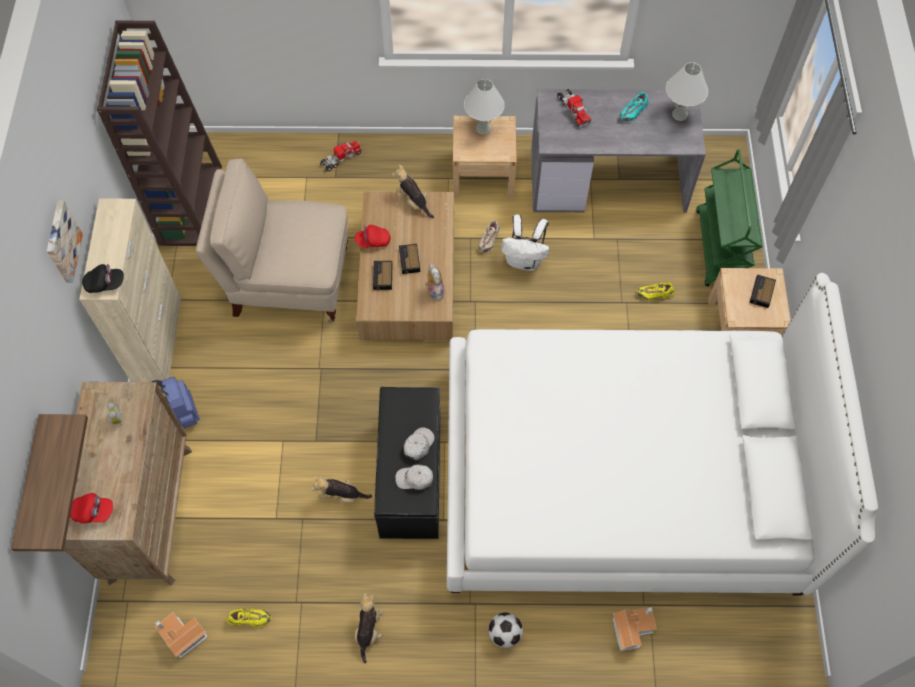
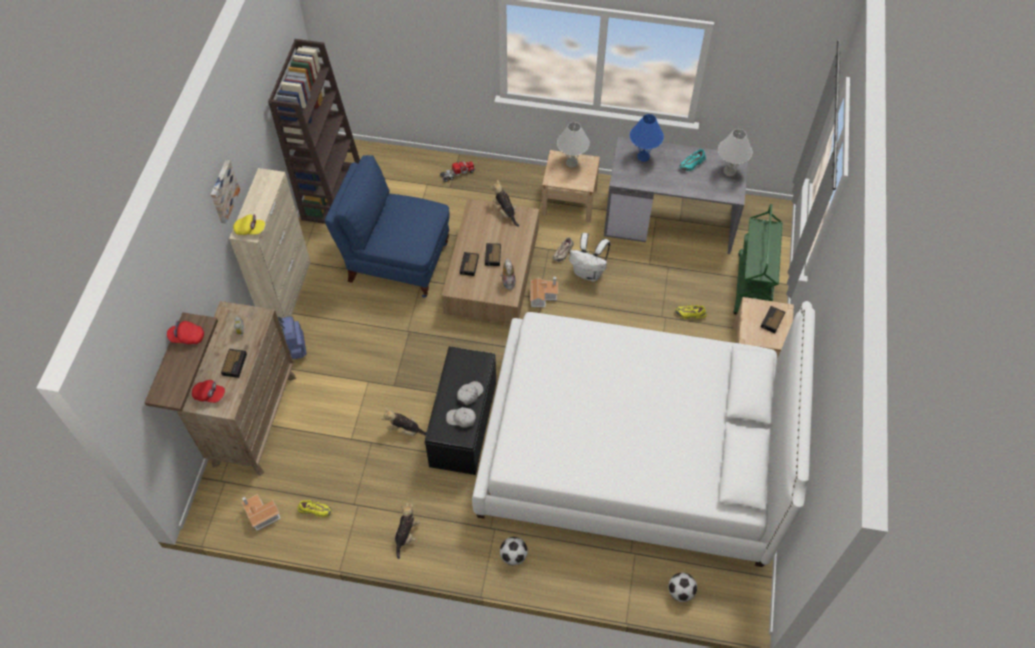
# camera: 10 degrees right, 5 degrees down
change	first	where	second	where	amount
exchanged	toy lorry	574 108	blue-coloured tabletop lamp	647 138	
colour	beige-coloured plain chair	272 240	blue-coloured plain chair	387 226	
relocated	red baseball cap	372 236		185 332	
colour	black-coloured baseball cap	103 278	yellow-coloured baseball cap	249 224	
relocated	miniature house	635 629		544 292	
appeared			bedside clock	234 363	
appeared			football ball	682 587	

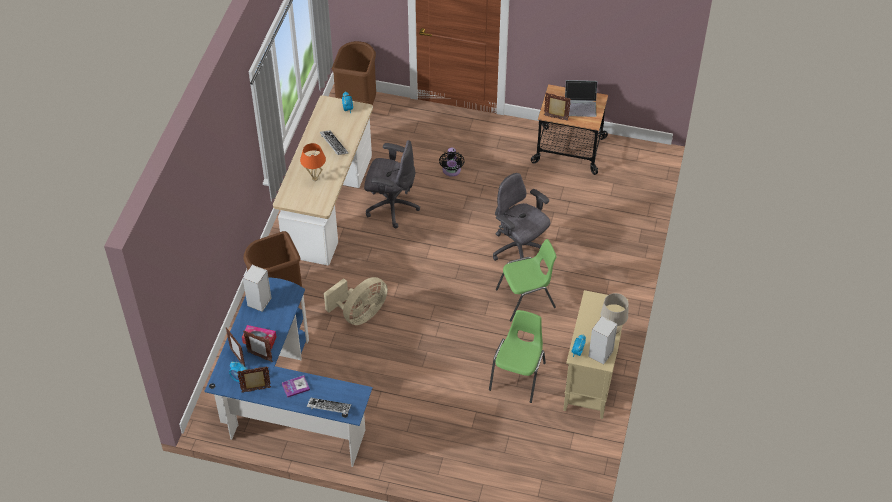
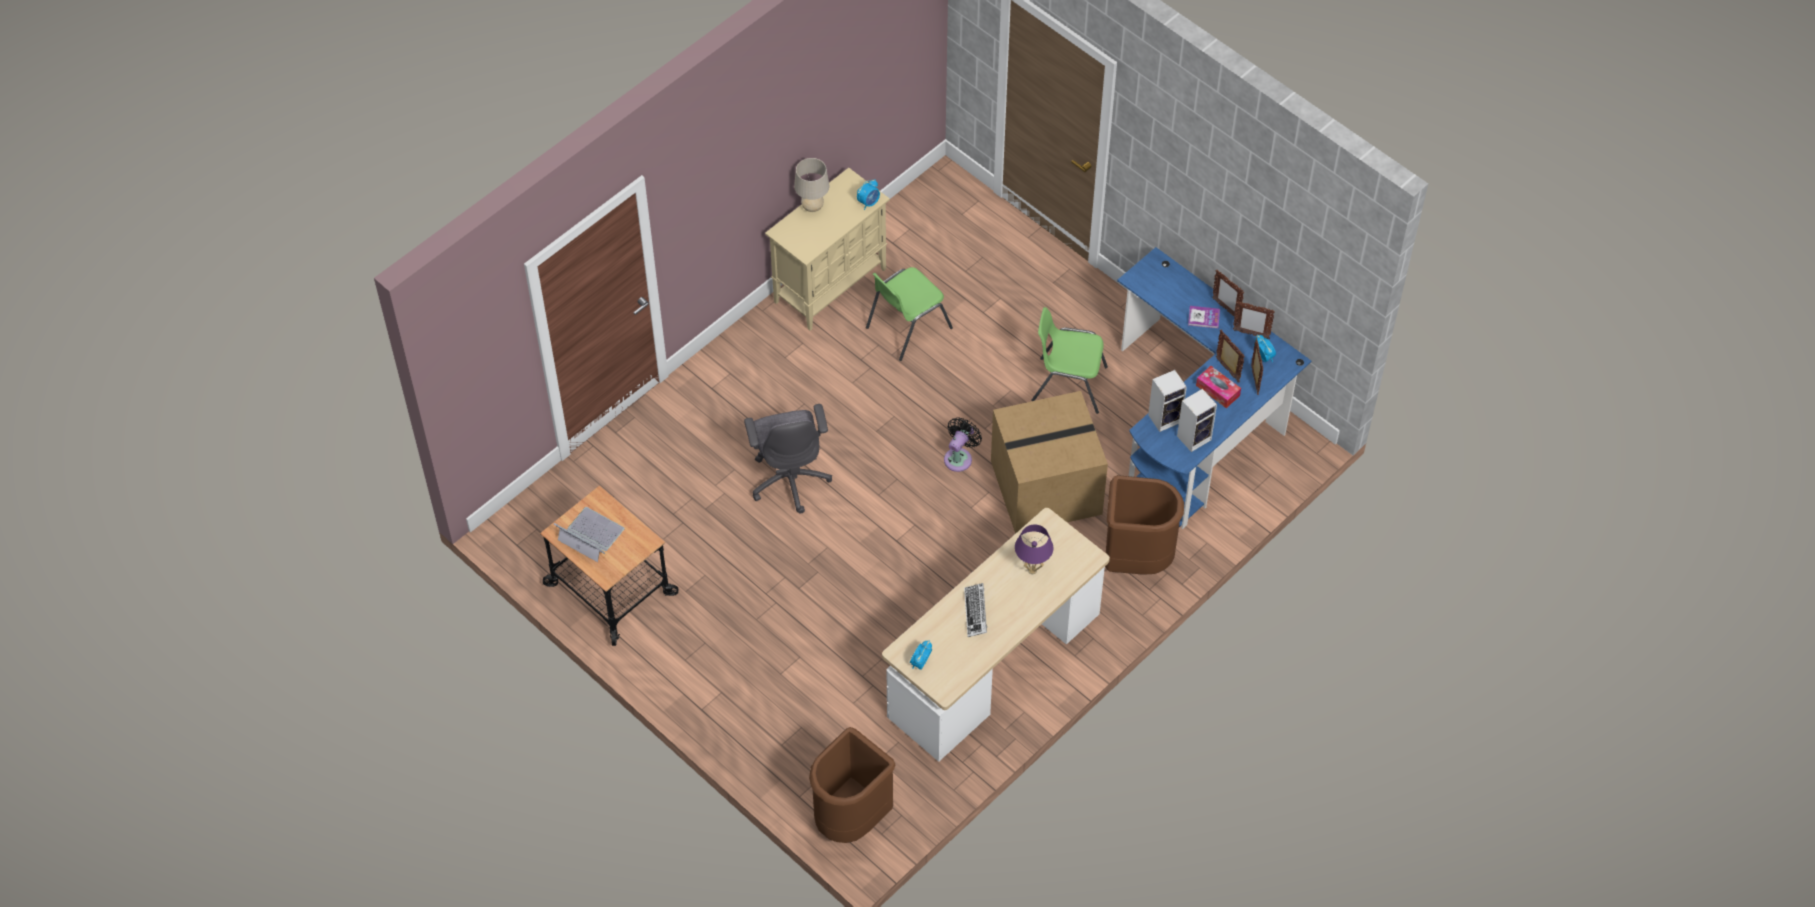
# camera: 150 degrees left, 5 degrees up
change	first	where	second	where	amount
relocated	photo frame	557 106		1228 293	
missing	grey office chair	392 184			
colour	orange tabletop lamp	313 162	purple-coloured tabletop lamp	1034 549	
relocated	black-coloured cooling fan	451 162		963 444	
relocated	green-coloured plain chair	526 280		1069 360	
exchanged	beige-coloured cooling fan	356 301	cardboard box	1049 462	
relocated	audio speaker	602 340		1167 401	
missing	keyboard	329 406			

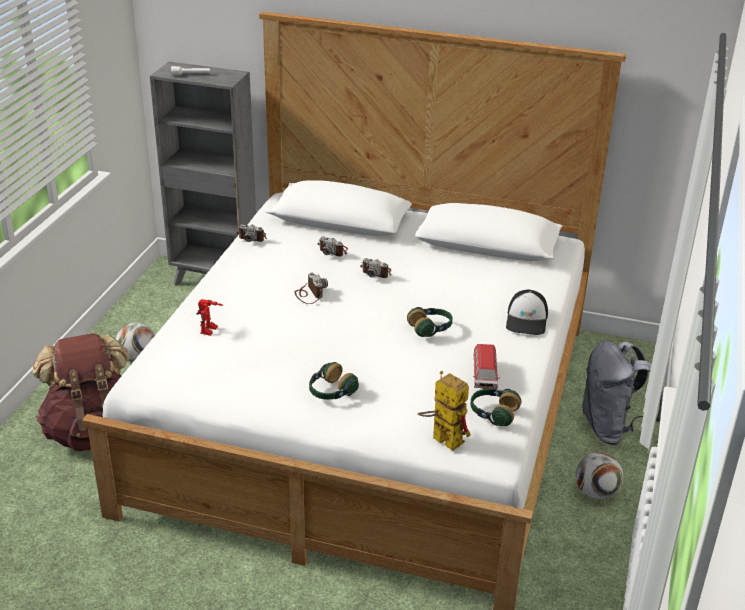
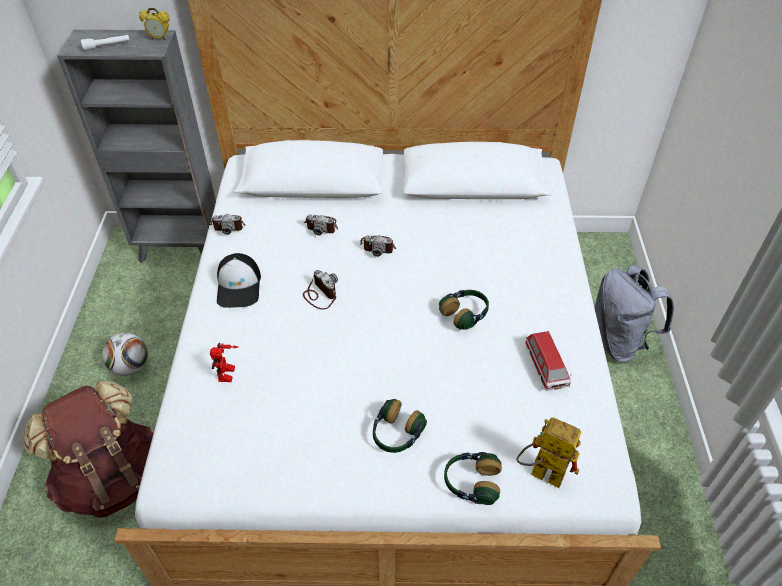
# camera: 15 degrees left, 15 degrees up
change	first	where	second	where	amount
relocated	baseball cap	527 312		239 280	
relocated	headphones	496 407		473 478	
missing	football ball	599 475			
appeared			bedside clock	154 24	

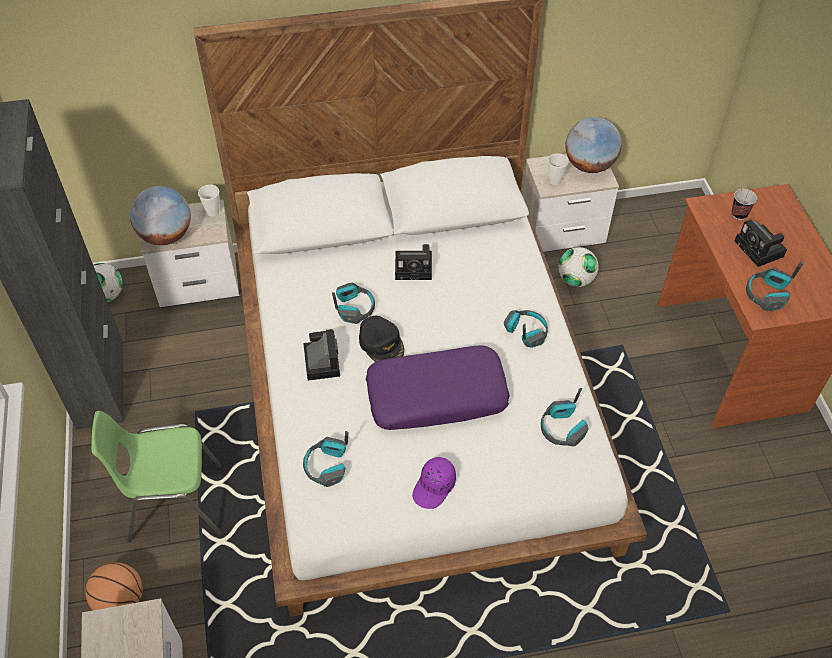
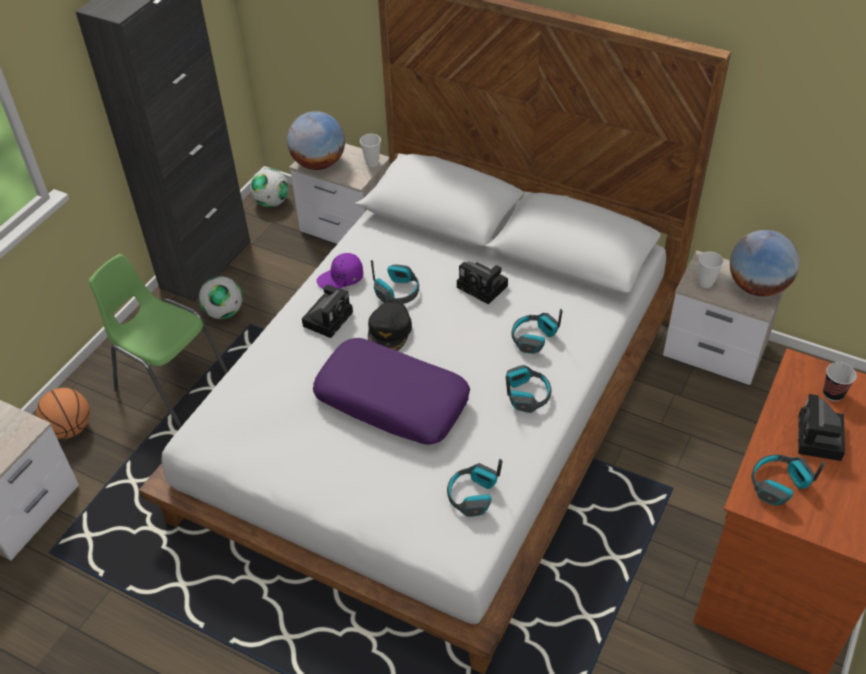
# camera: 40 degrees right, 5 degrees down
change	first	where	second	where	amount
relocated	football ball	578 267		221 297	
relocated	headphones	326 459		537 331	
relocated	purple-coloured baseball cap	434 483		340 271	

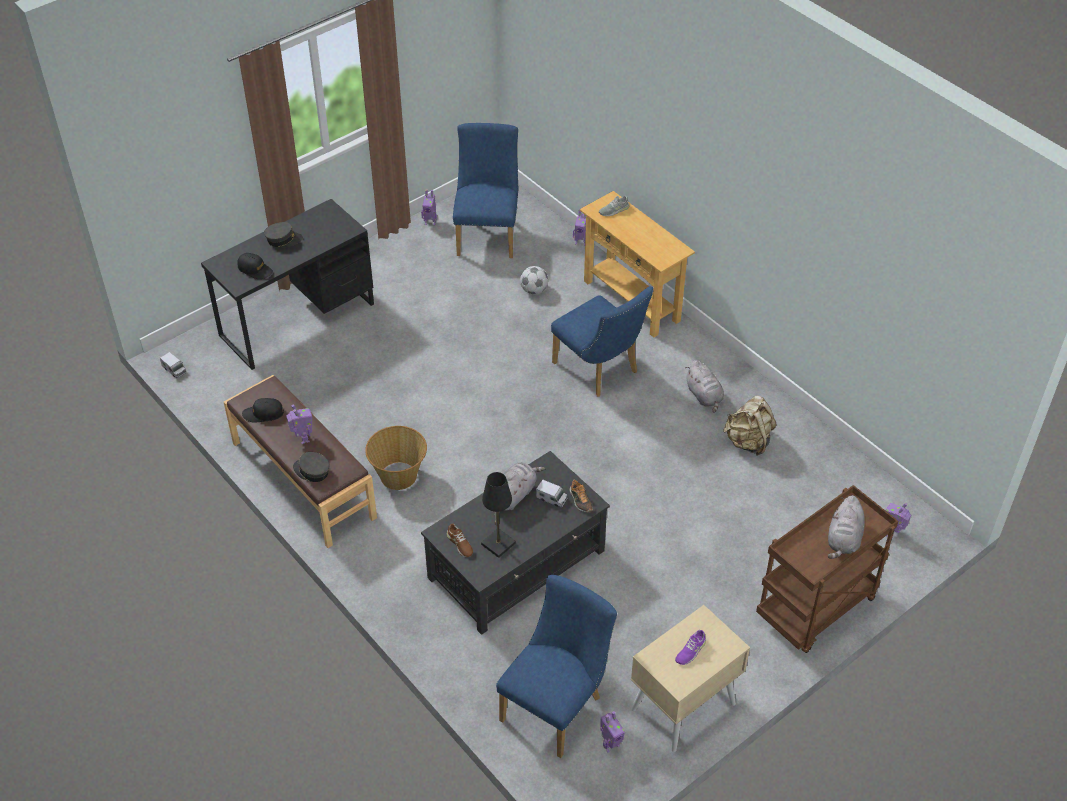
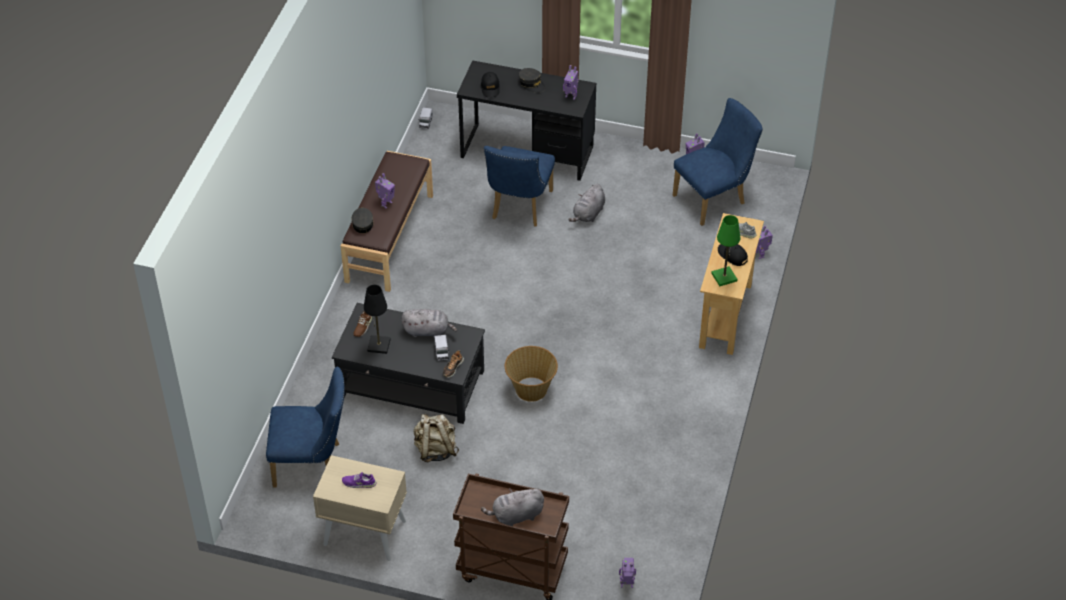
# camera: 55 degrees right, 0 degrees up
change	first	where	second	where	amount
missing	football ball	534 280			
relocated	blue-coloured plain chair	602 341		519 186	
relocated	grey plush toy	704 386		586 203	
relocated	beige-coloured backpack	749 426		436 438	
relocated	black-coloured baseball cap	263 410		733 255	
relocated	basket	396 458		531 374	
relocated	toy robot	612 731		571 82	
appeared			green-coloured tabletop lamp	725 250	

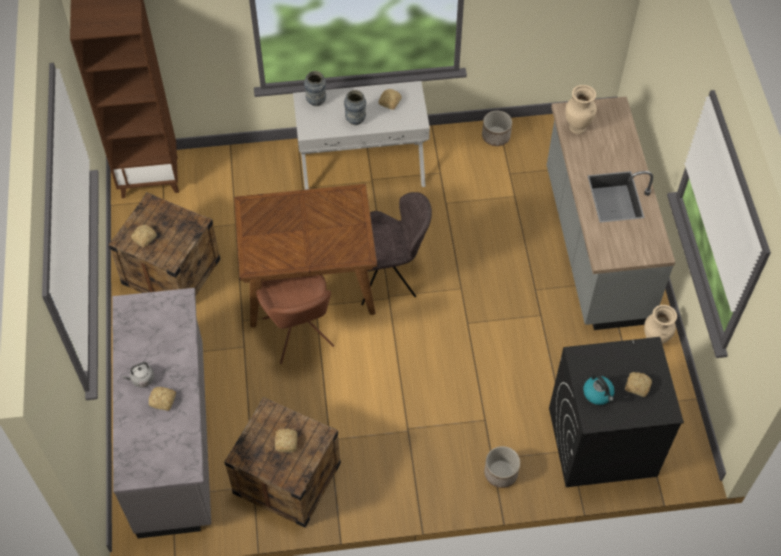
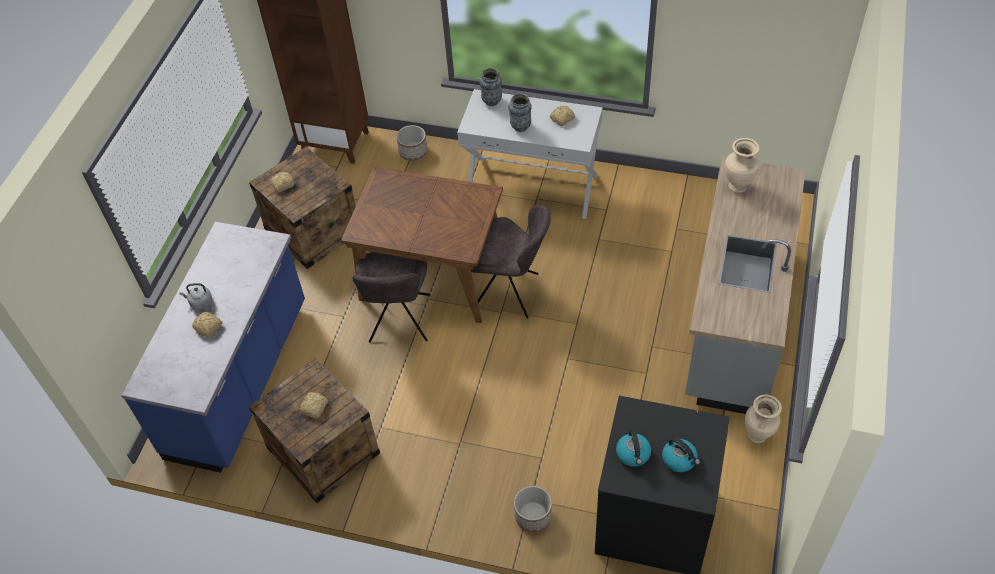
# camera: 25 degrees right, 5 degrees down
change	first	where	second	where	amount
relocated	plant pot	497 128		411 143	
colour	brown plain chair	295 319	grey plain chair	391 297	
colour	grey kitchen base unit	161 413	blue-coloured kitchen base unit	213 347	
exchanged	bread	638 384	kettle	681 454	

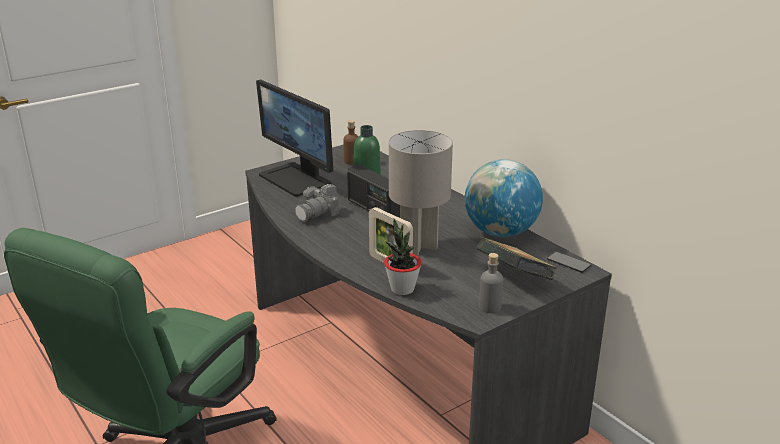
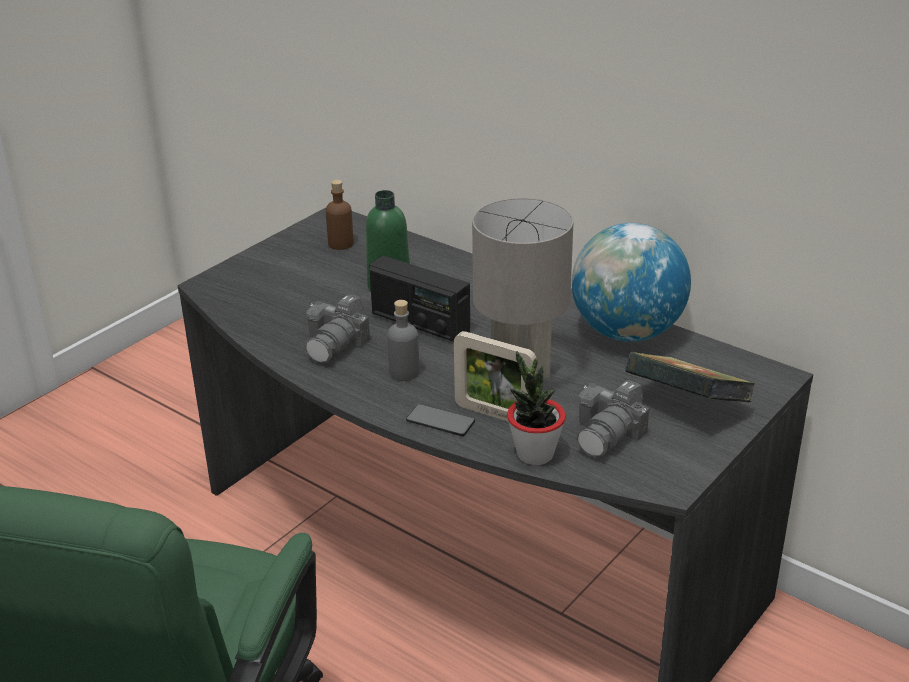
# camera: 15 degrees left, 5 degrees up
change	first	where	second	where	amount
missing	monitor	294 138			
relocated	phone	569 262		440 420	
relocated	grey bottle	491 283		403 340	
appeared			still camera	613 418	

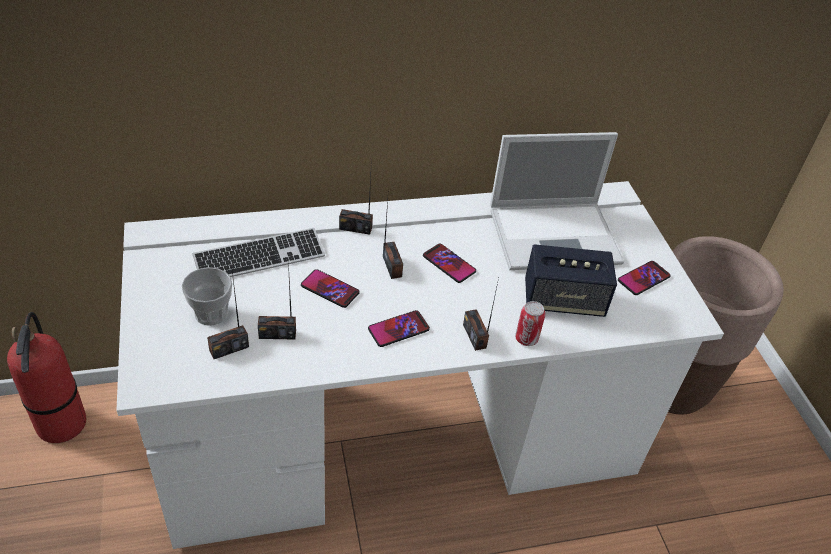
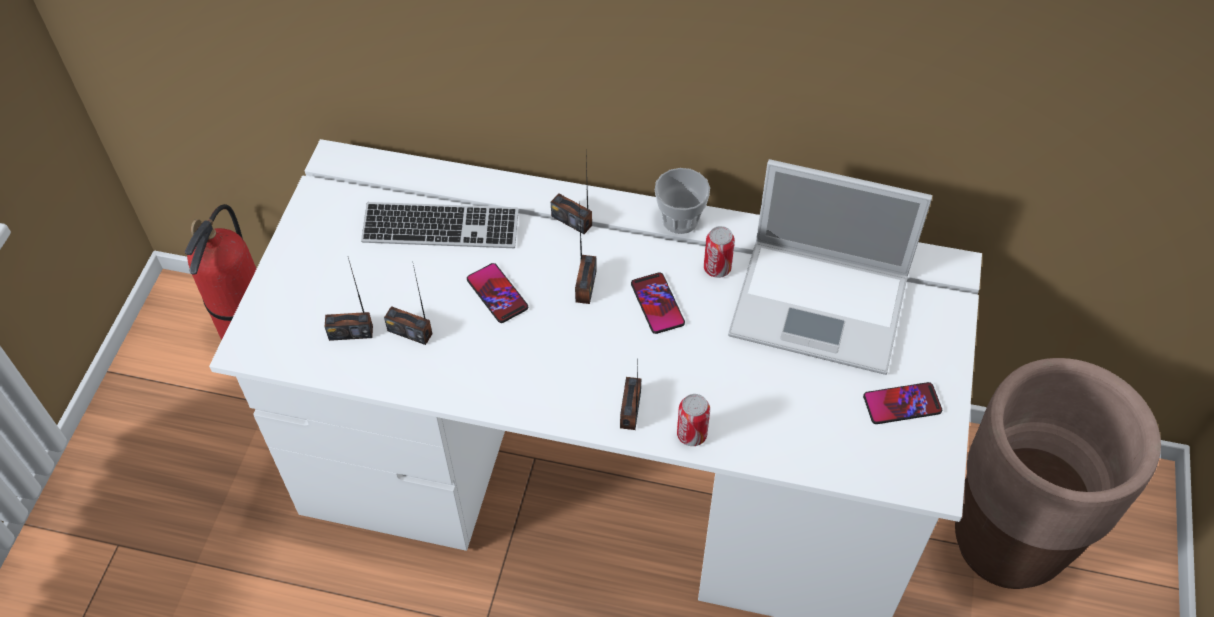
# camera: 30 degrees right, 10 degrees up
change	first	where	second	where	amount
missing	audio speaker	571 280			
relocated	cup	207 296		682 201	
missing	phone	399 328			
appeared			sealed can	719 252	

